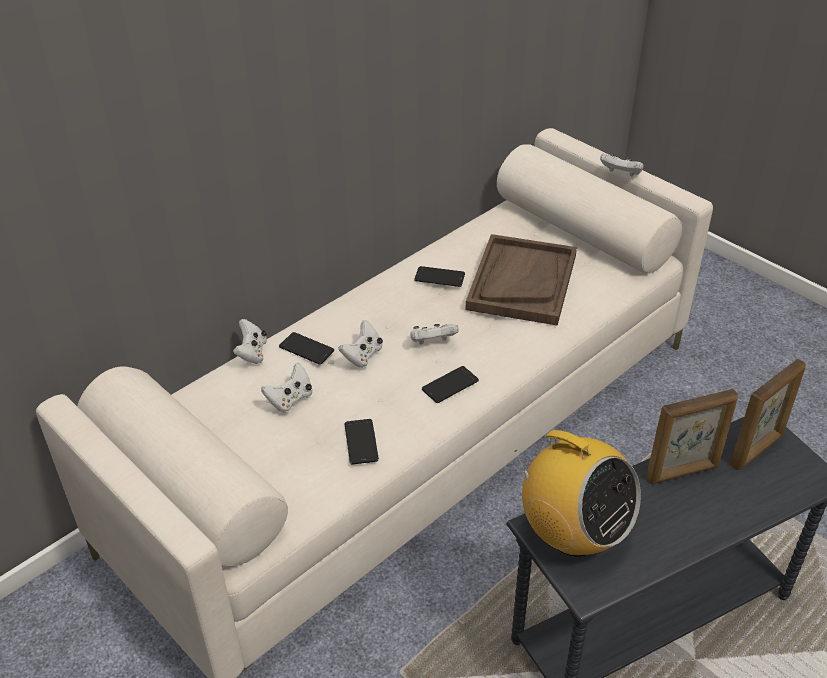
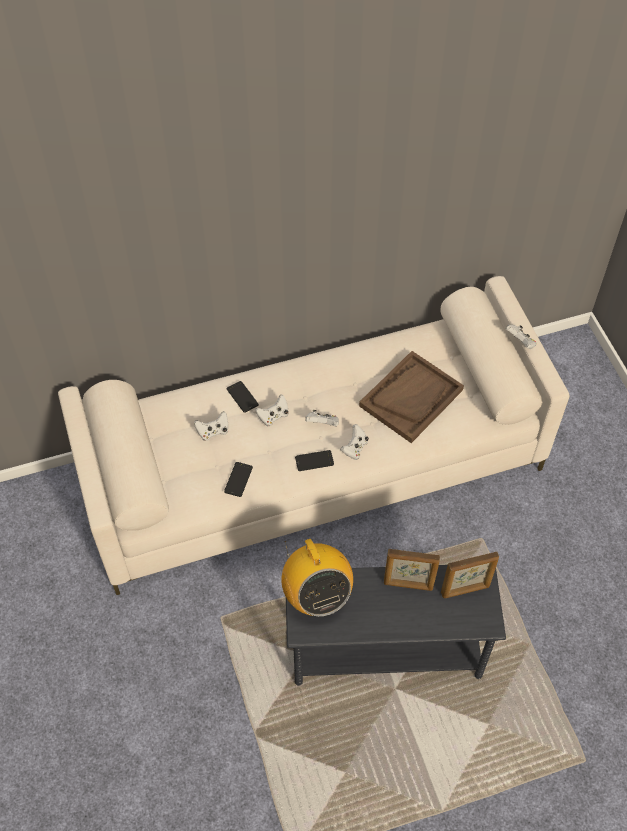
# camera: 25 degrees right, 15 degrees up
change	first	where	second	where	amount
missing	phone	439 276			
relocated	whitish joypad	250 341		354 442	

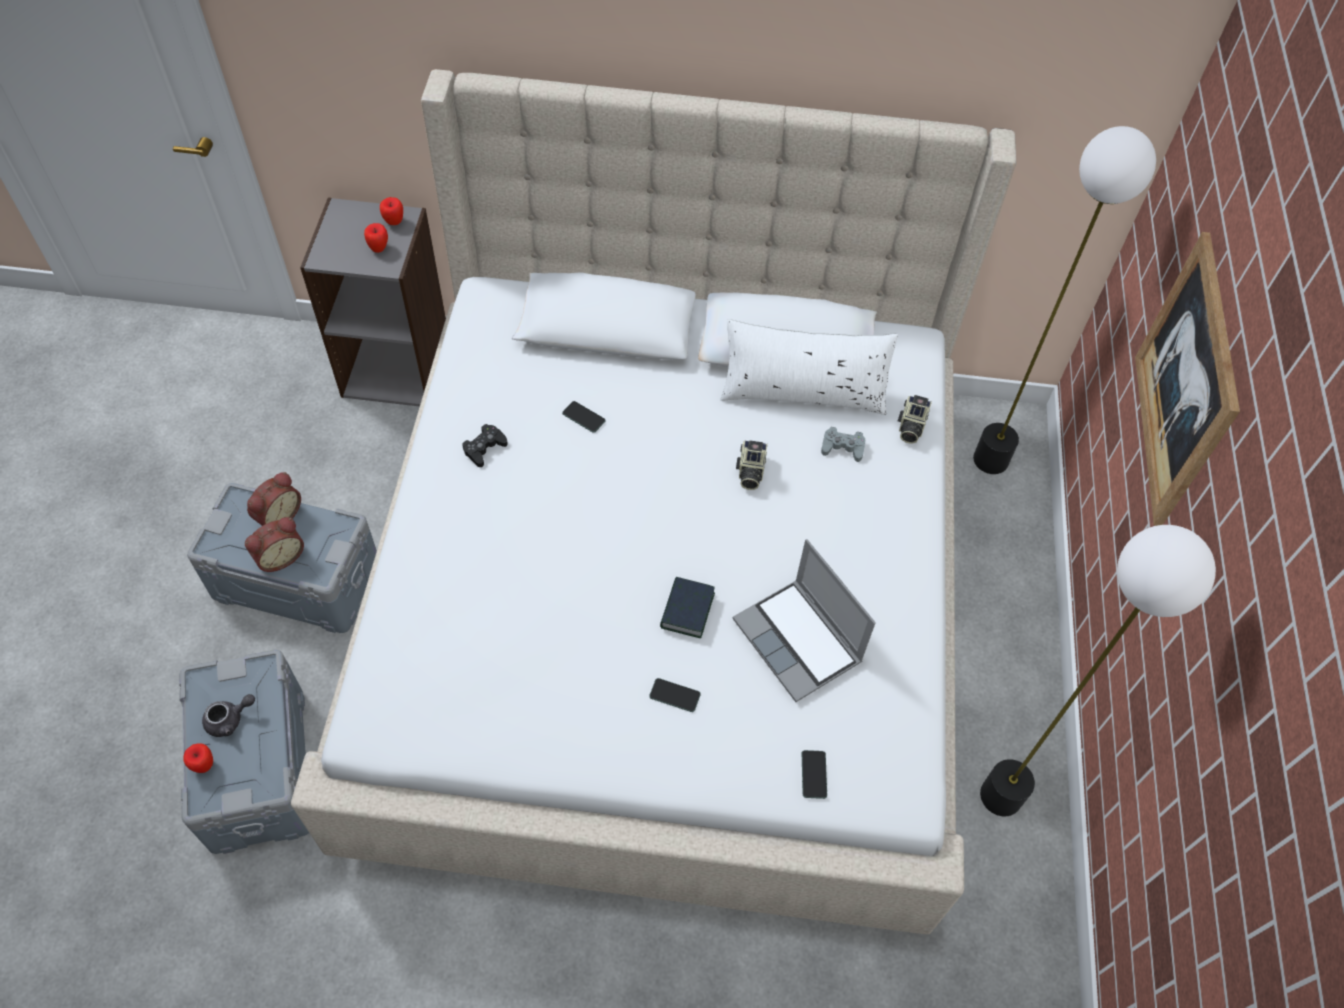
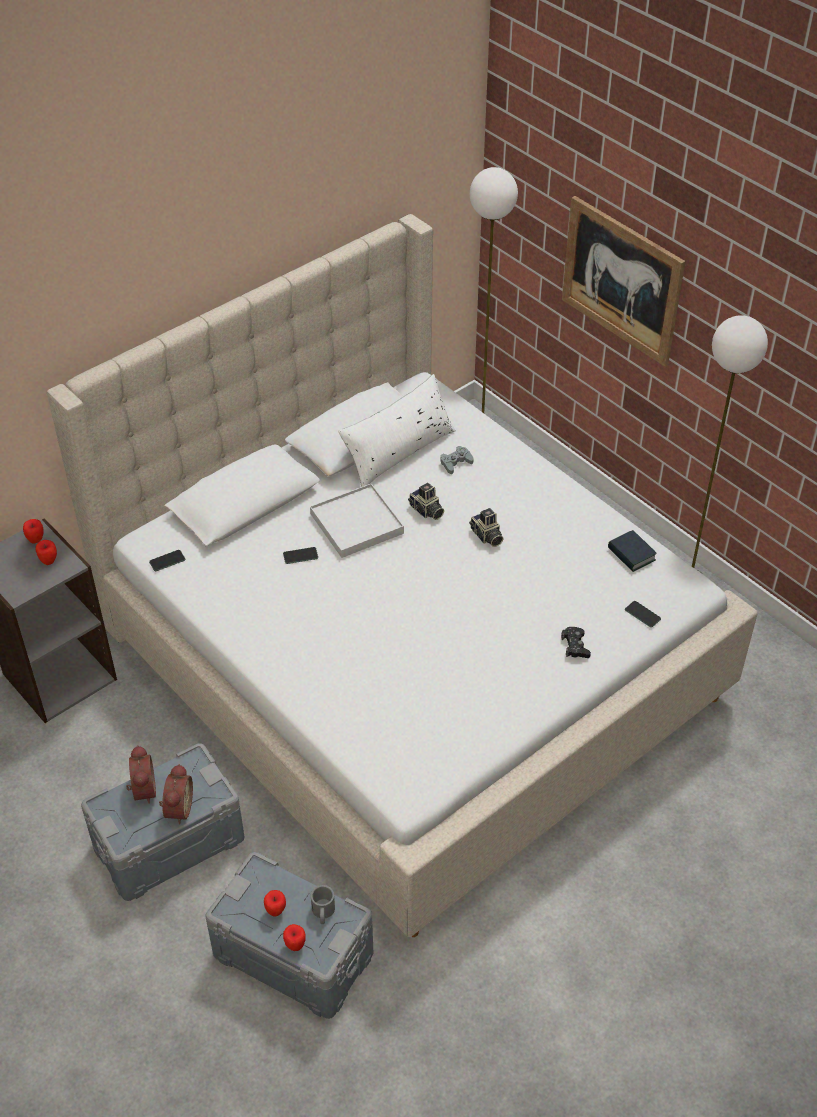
# camera: 45 degrees left, 10 degrees down
change	first	where	second	where	amount
relocated	still camera	915 419		486 527	
relocated	black-coloured joypad	485 445		576 642	
missing	laptop	804 620			
relocated	book	687 607		632 551	
relocated	phone	675 695		167 560	
exchanged	grey pot for tea	228 715	whole apple	275 903	
appeared			whitish carrying tray	357 521	
appeared			grey mug	323 904	

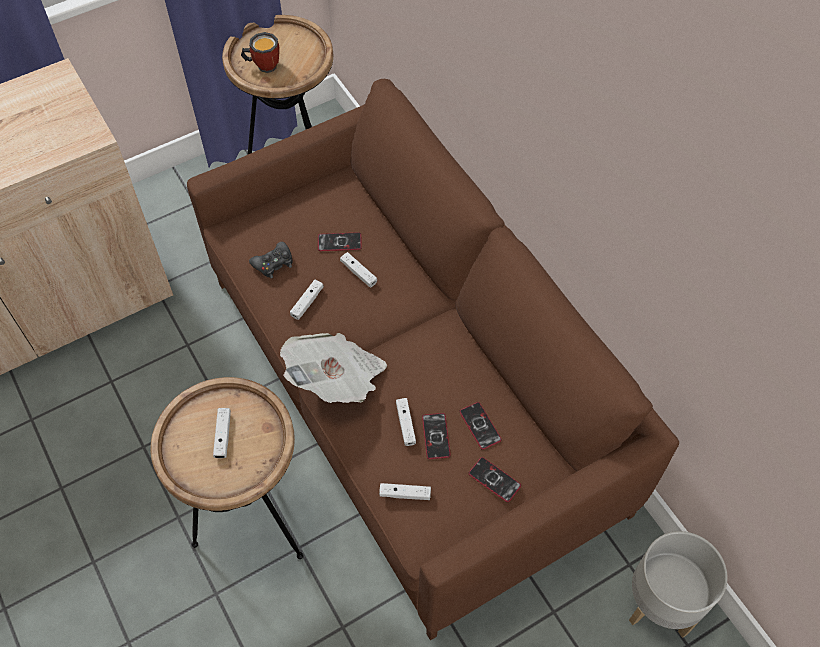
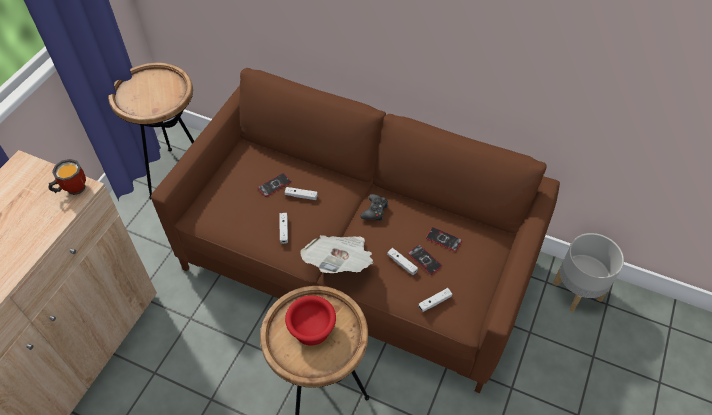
# camera: 35 degrees left, 5 degrees down
change	first	where	second	where	amount
relocated	mug	260 52		67 177	
relocated	black-coloured joypad	270 260		374 207	
exchanged	whitish joypad	222 433	red serving bowl	310 320	
missing	phone	494 479			

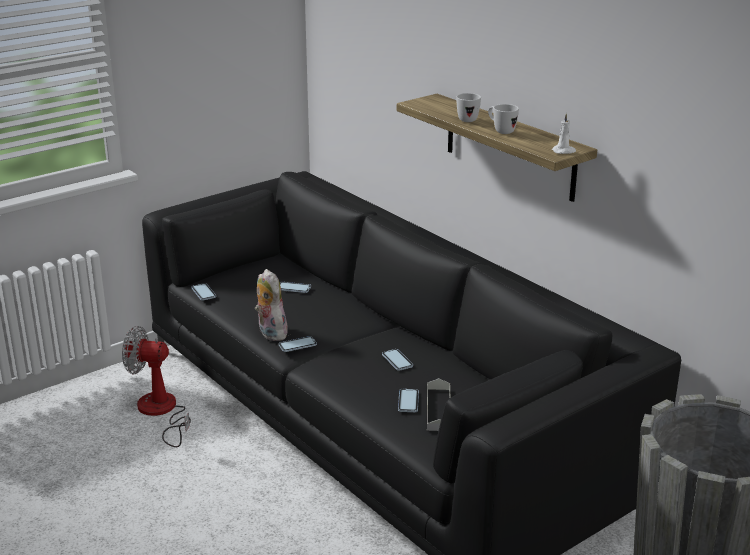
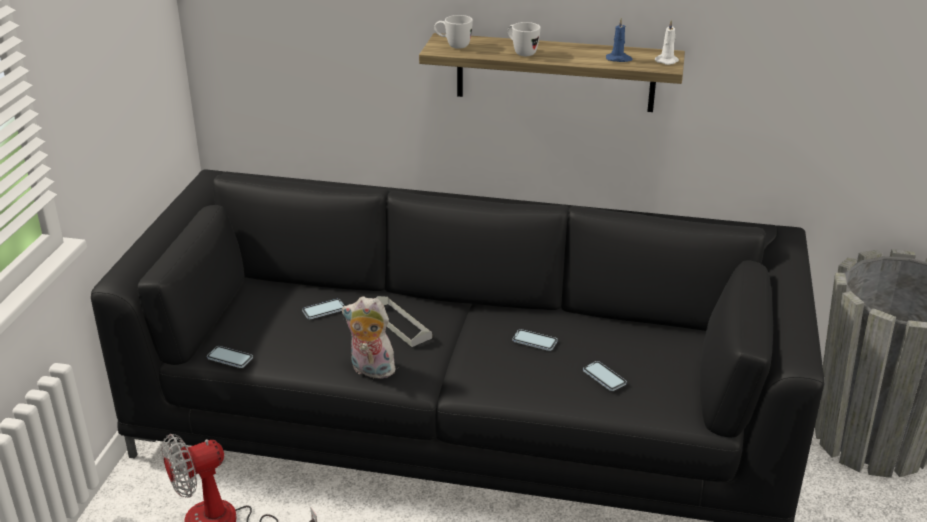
# camera: 40 degrees left, 5 degrees up
change	first	where	second	where	amount
relocated	whitish mug	503 119		453 32	
missing	phone	298 344			
relocated	grey carrying tray	438 404		404 321	
appeared			blue-coloured wax candle	619 39	

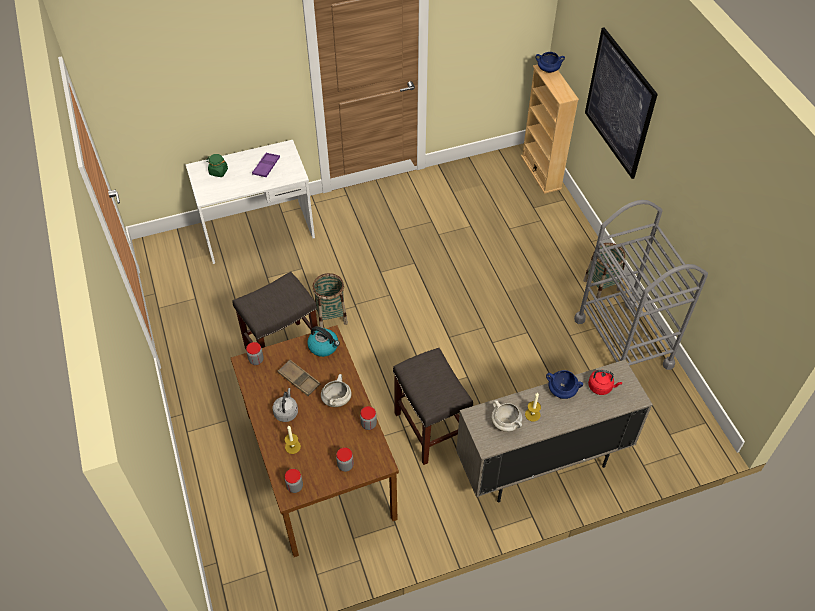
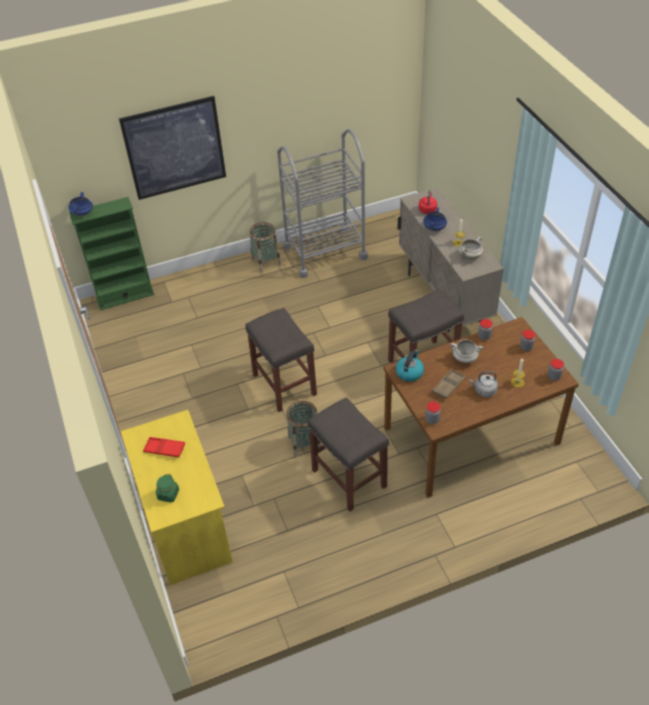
# camera: 90 degrees left, 5 degrees down
change	first	where	second	where	amount
colour	beige-coloured shelving unit	550 129	green-coloured shelving unit	112 253	
colour	whitish desk table	250 202	yellow-coloured desk table	177 497	
colour	purple-coloured carrying tray	266 164	red carrying tray	164 447	
appeared			grey sitting stool	281 360	

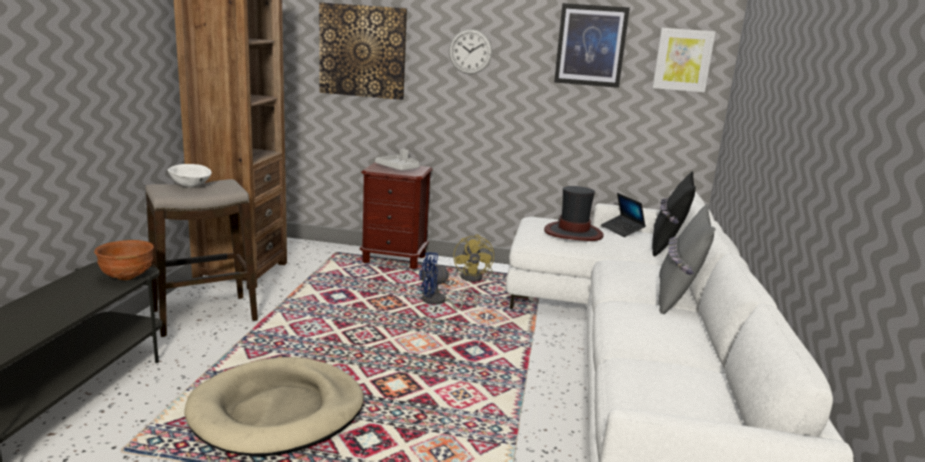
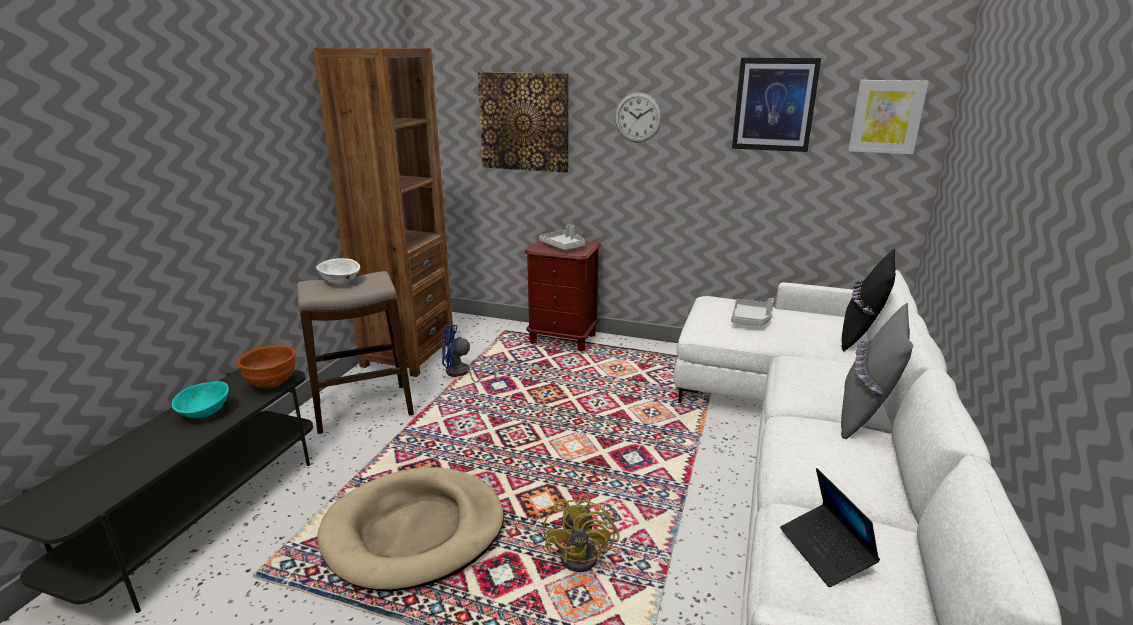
# camera: 10 degrees right, 5 degrees up
change	first	where	second	where	amount
exchanged	clothing hat	574 213	grey carrying tray	752 312	
relocated	laptop	623 215		830 527	
relocated	yellow-coloured cooling fan	473 258		581 533	
relocated	blue-coloured cooling fan	448 281		469 353	
appeared			turquoise serving bowl	200 399	

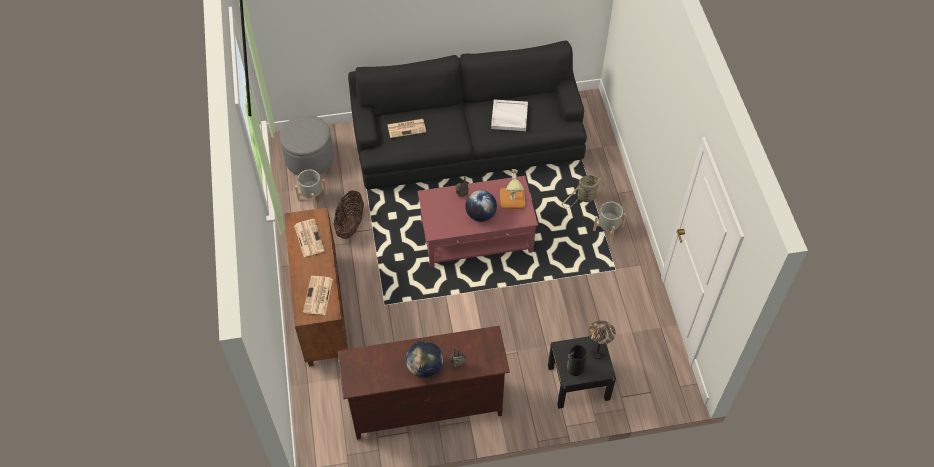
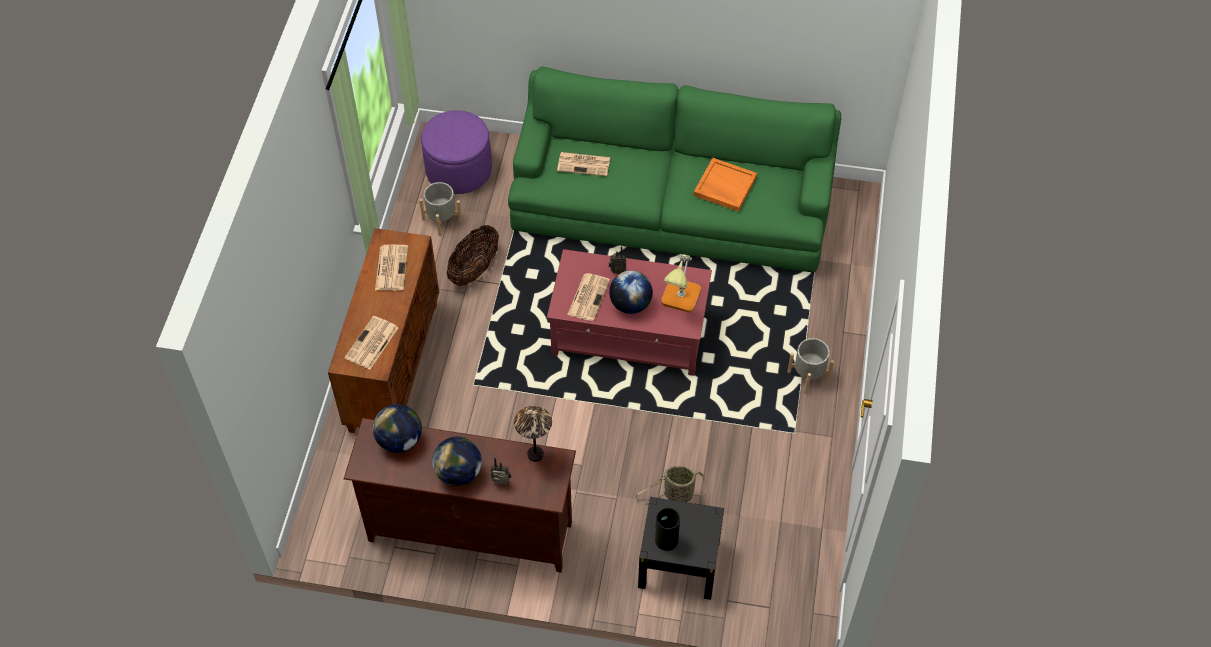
# camera: 20 degrees right, 0 degrees up
change	first	where	second	where	amount
colour	black-coloured couch	467 115	green-coloured couch	674 169	
colour	whitish carrying tray	509 115	orange carrying tray	725 185	
colour	grey pouffe	306 145	purple-coloured pouffe	456 152	
relocated	basket	583 191		672 484	
relocated	tabletop lamp	602 339		533 434	
appeared			printed paper	588 297	
appeared			desk globe	397 428	

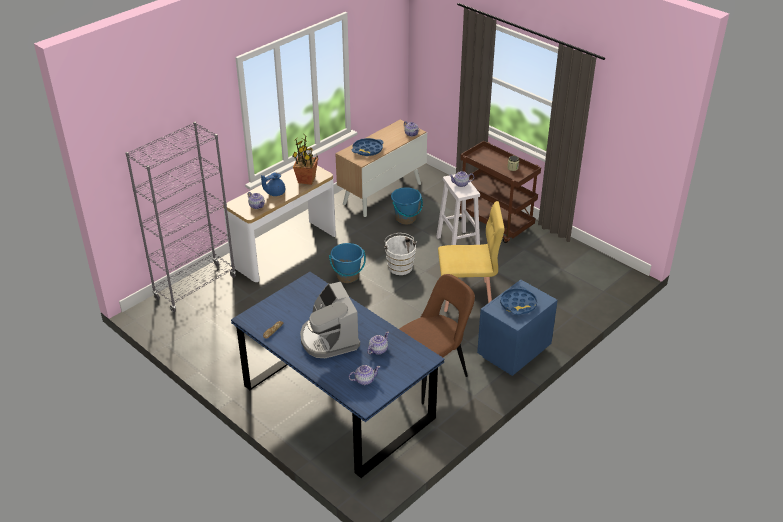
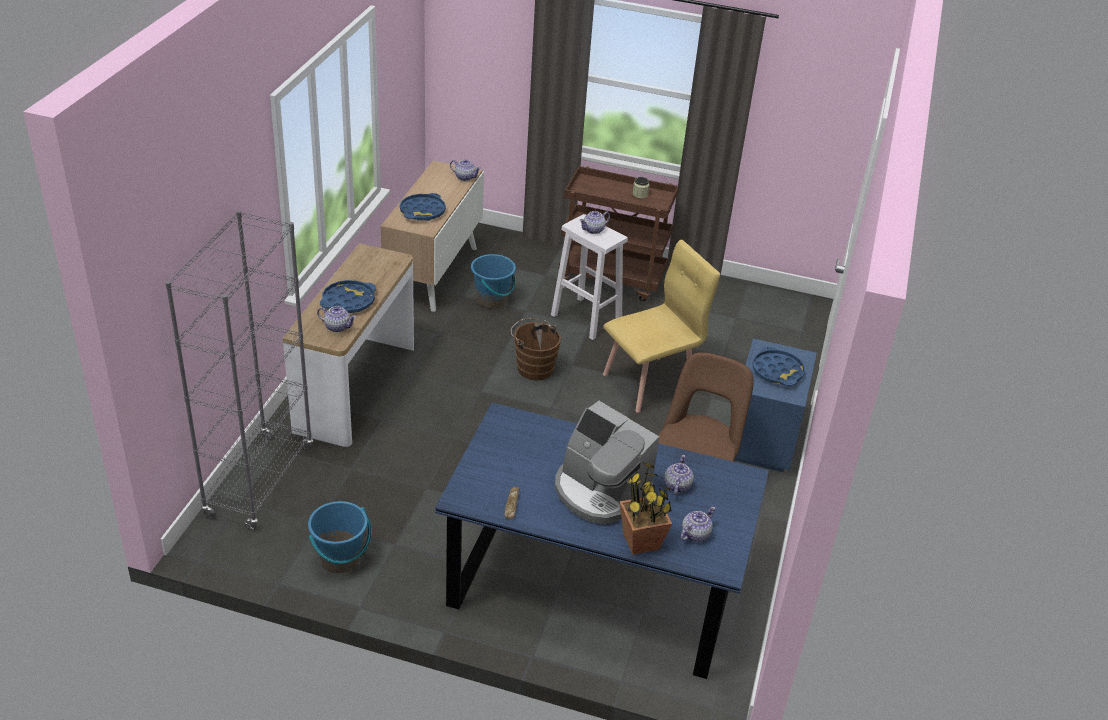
# camera: 30 degrees left, 0 degrees up
change	first	where	second	where	amount
relocated	houseplant	305 160		645 508	
exchanged	blue-coloured pot for tea	273 184	blue-coloured carrying tray	348 296	
colour	whitish bucket	400 254	brown bucket	536 349	
relocated	blue-coloured bucket	347 263		340 537	

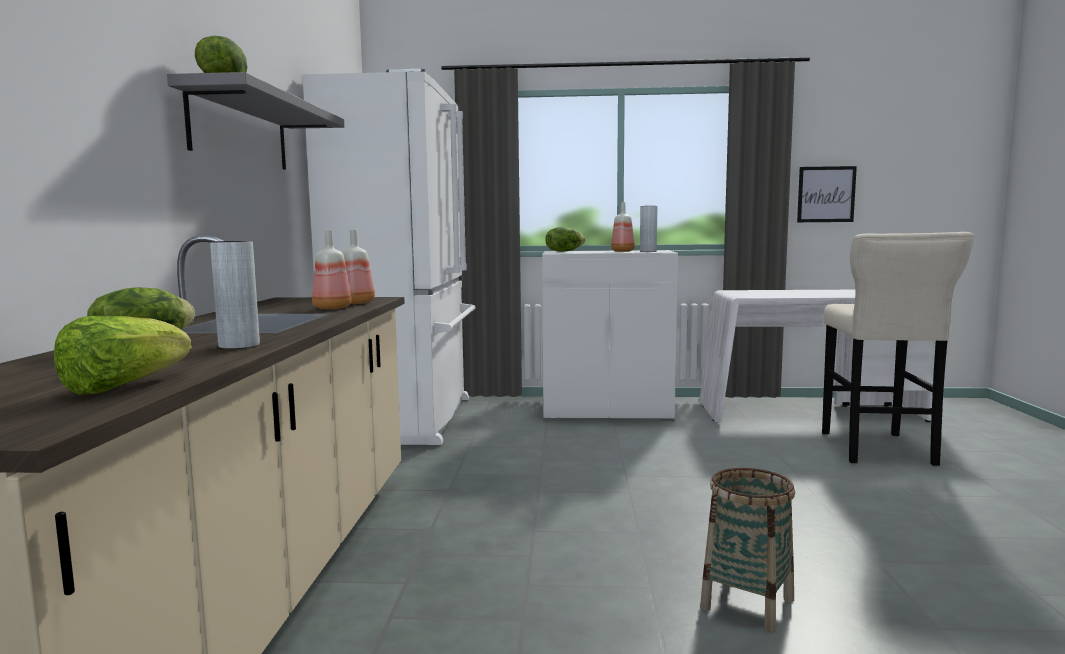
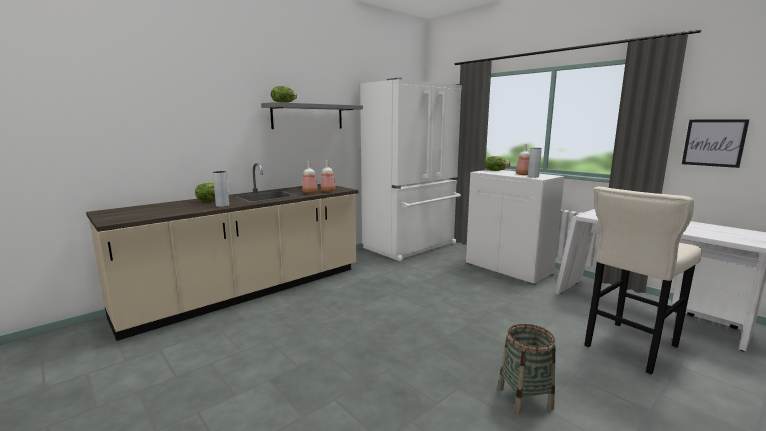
# camera: 45 degrees right, 5 degrees up
change	first	where	second	where	amount
missing	head of lettuce	123 355			
relocated	basket	747 550		526 369	

